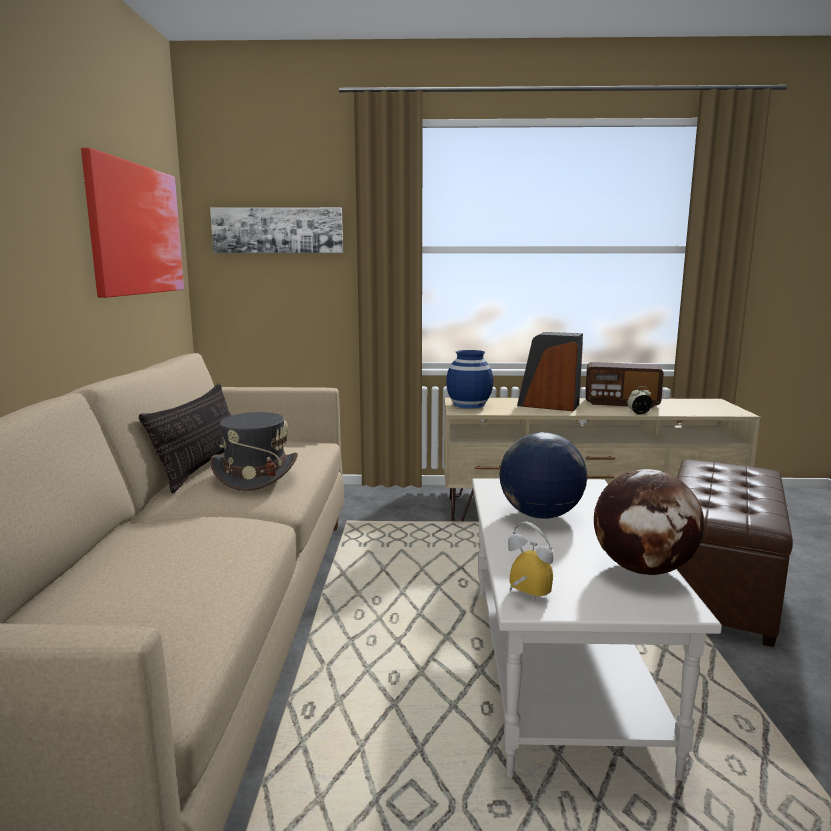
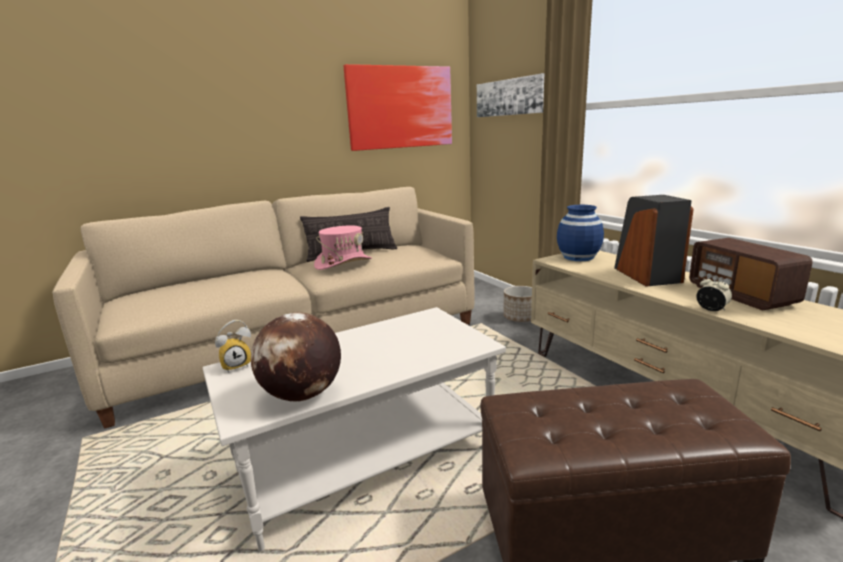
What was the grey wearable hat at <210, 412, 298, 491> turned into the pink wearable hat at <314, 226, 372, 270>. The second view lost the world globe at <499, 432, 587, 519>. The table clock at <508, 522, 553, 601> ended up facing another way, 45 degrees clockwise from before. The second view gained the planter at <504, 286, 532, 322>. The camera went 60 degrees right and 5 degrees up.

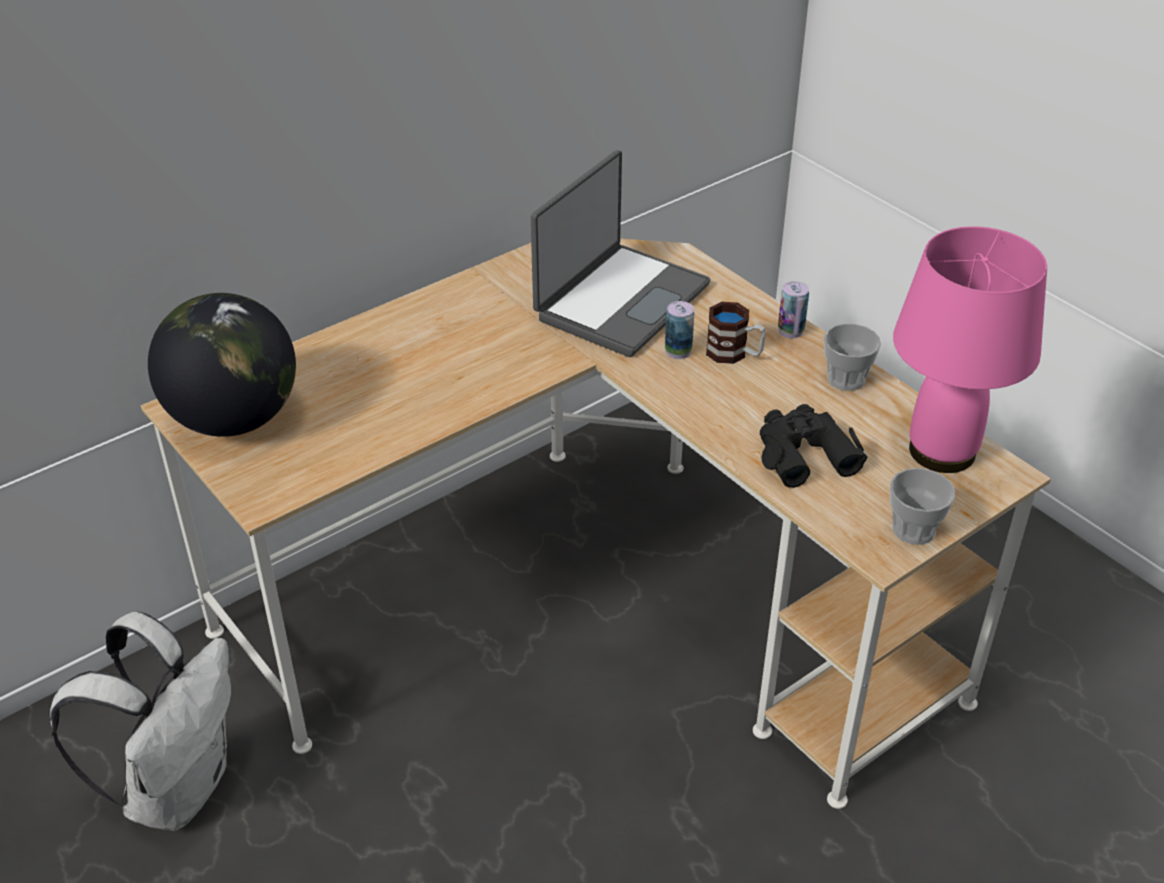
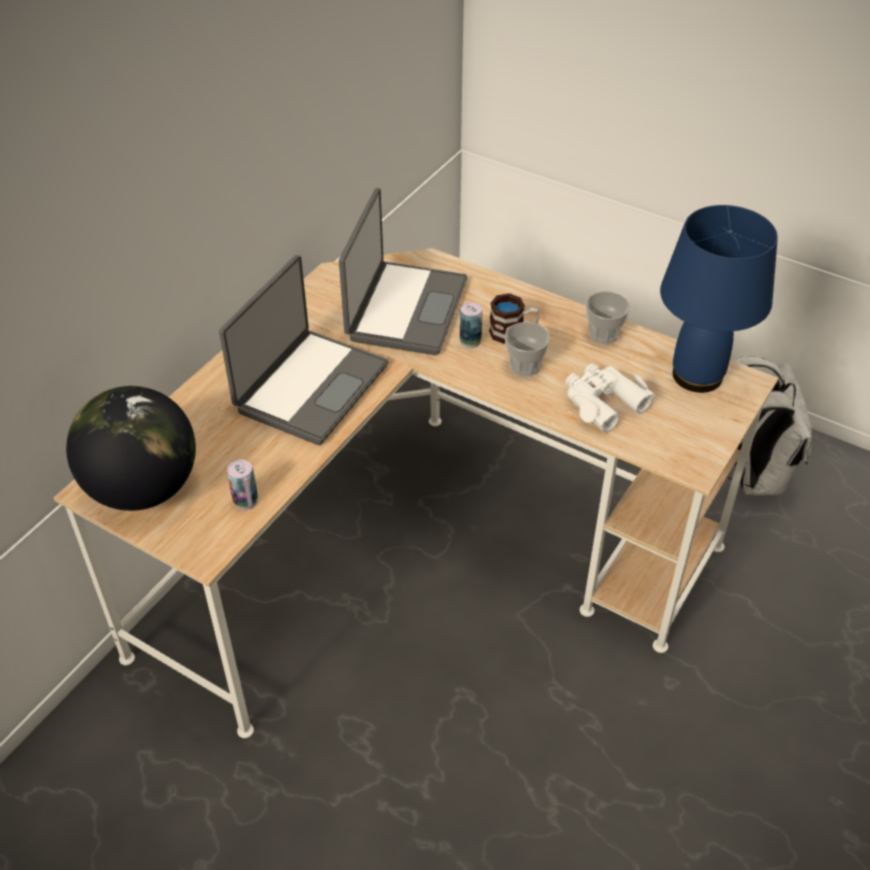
The white-coloured rucksack ended up elsewhere, having gone from <50, 611, 231, 831> to <727, 356, 812, 495>. What was the black-coloured binoculars at <760, 404, 868, 488> turned into the white-coloured binoculars at <565, 363, 655, 433>. The can ended up elsewhere, having gone from <778, 281, 809, 338> to <227, 460, 258, 510>. The drinking cup ended up elsewhere, having gone from <890, 468, 955, 545> to <504, 322, 550, 377>. What was the pink table lamp at <893, 226, 1047, 473> turned into the blue table lamp at <660, 205, 778, 393>. The second view gained the laptop at <219, 255, 388, 445>. The camera went 20 degrees left and 5 degrees up.

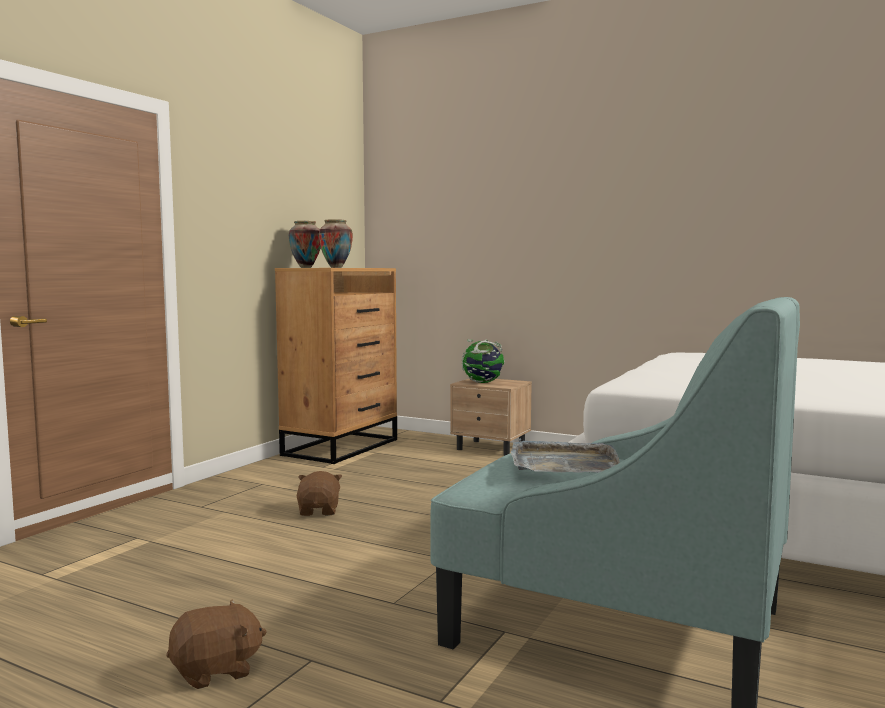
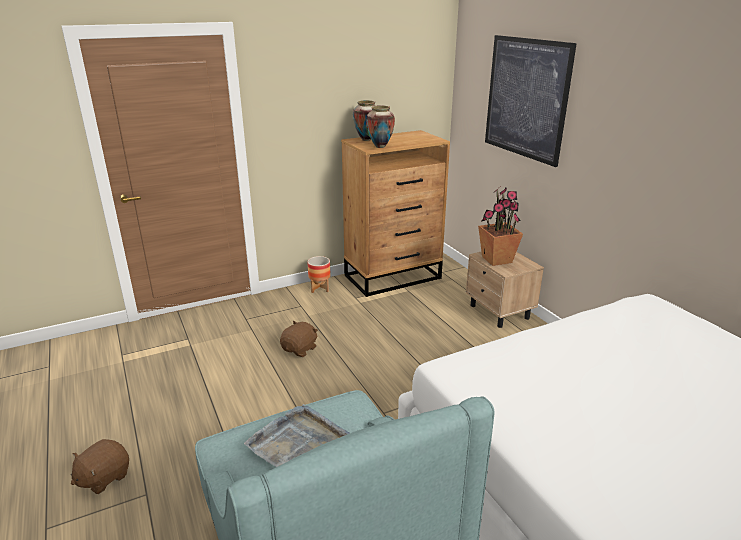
The brown-coloured cuddly toy at <166, 599, 267, 689> ended up facing another way, 120 degrees clockwise from before. Where the world globe stood at <462, 339, 505, 383>, the houseplant came to stand at <478, 185, 523, 266>. The second view gained the planter at <308, 256, 331, 293>. The second view gained the wall picture at <485, 35, 577, 167>. The camera went 35 degrees right and 20 degrees up.

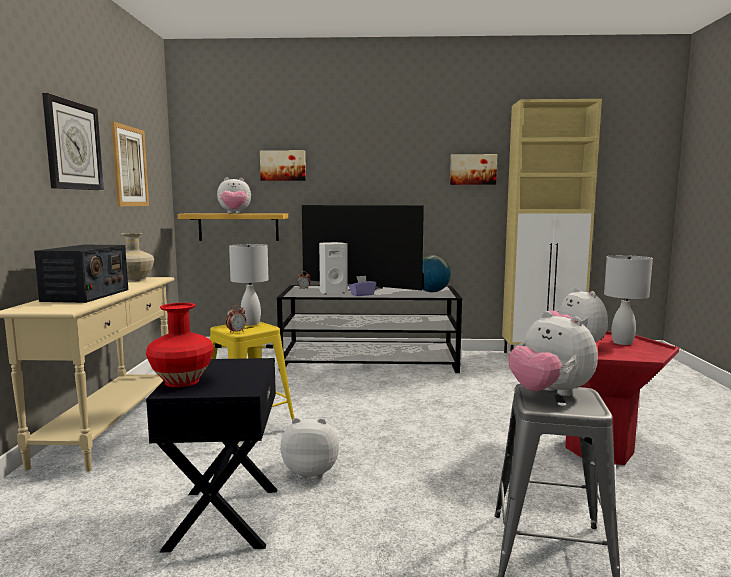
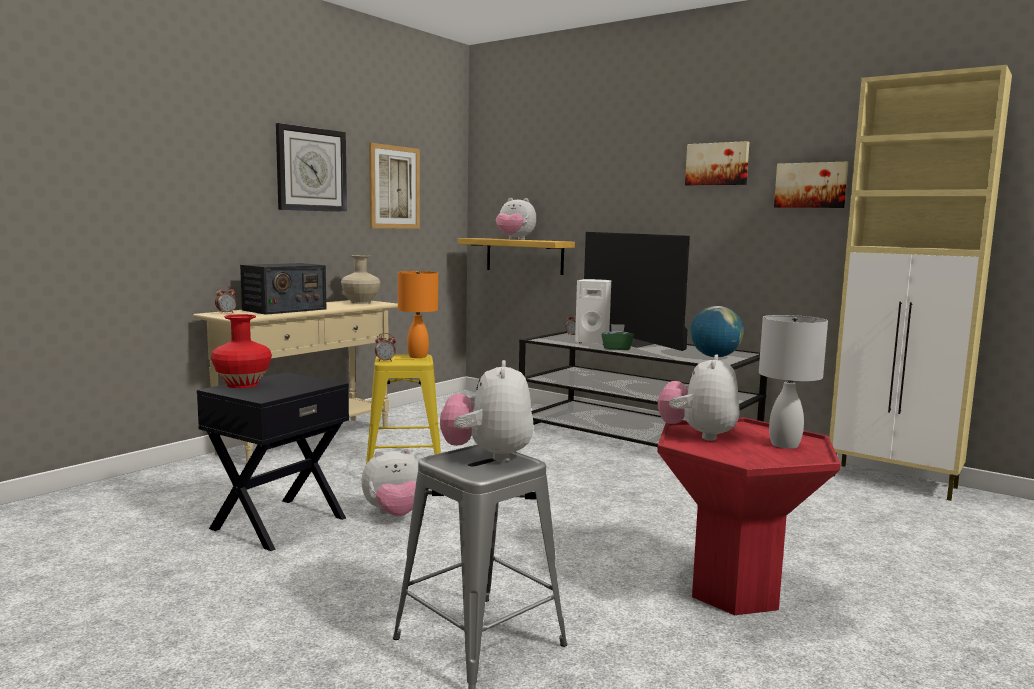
What was the white-coloured table lamp at <229, 244, 269, 325> turned into the orange table lamp at <398, 271, 438, 358>. The wall picture ended up elsewhere, having gone from <260, 150, 306, 181> to <685, 141, 749, 186>. The cuddly toy at <280, 417, 339, 479> ended up facing another way, 120 degrees clockwise from before. What was the purple-coloured box of tissues at <349, 276, 376, 296> turned into the green-coloured box of tissues at <602, 324, 634, 350>. The second view gained the table clock at <215, 286, 237, 314>. The camera went 35 degrees right and 0 degrees up.

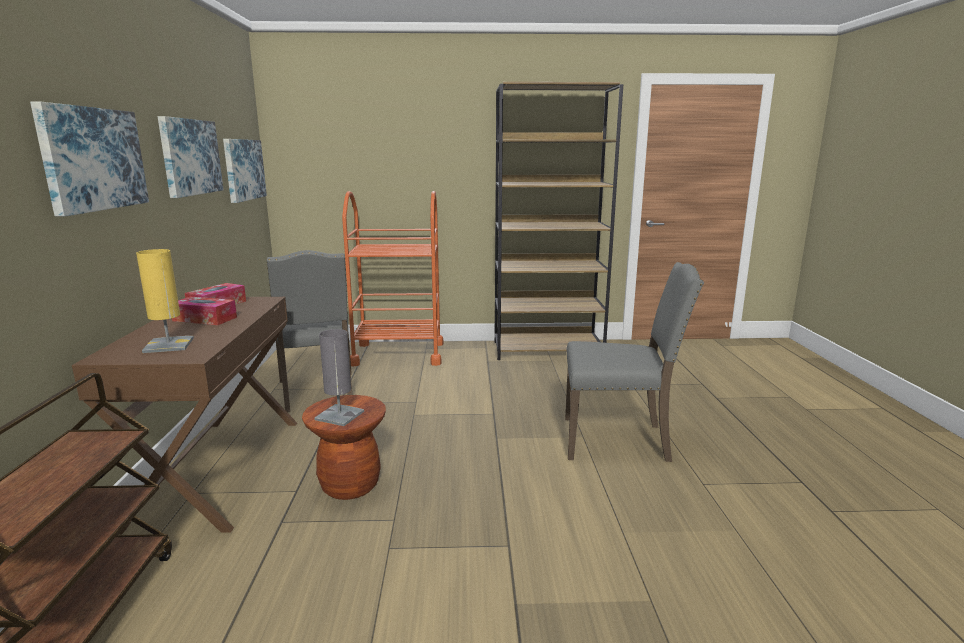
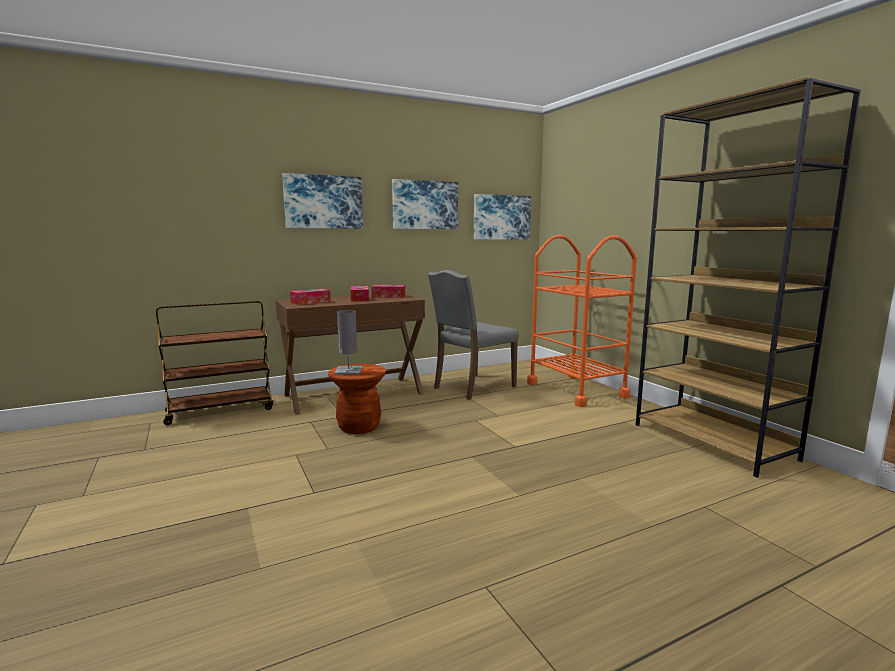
Where the yellowish table lamp stood at <136, 249, 194, 353>, the box of tissues came to stand at <290, 289, 331, 305>. The second view lost the grey chair at <565, 262, 704, 462>. The camera went 65 degrees right and 5 degrees down.

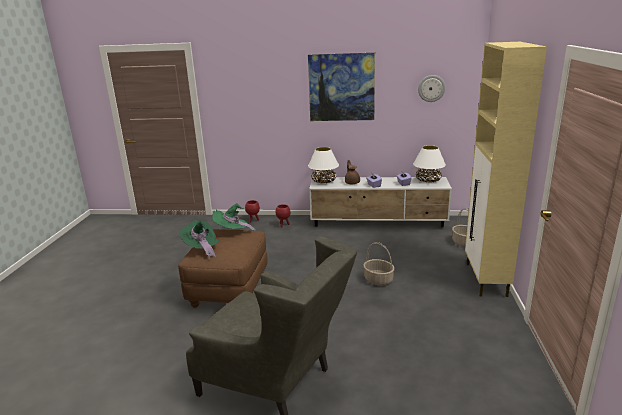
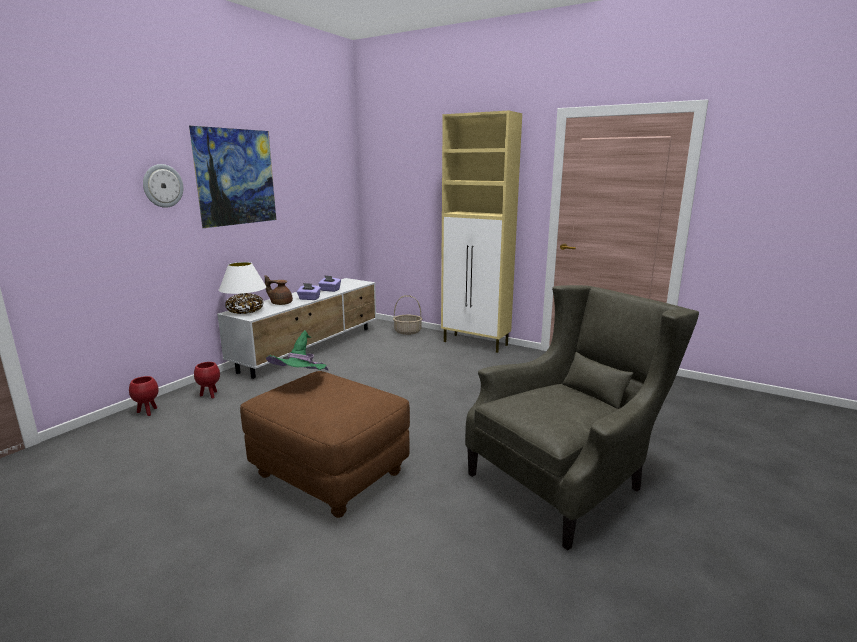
The second view lost the green-coloured wearable hat at <179, 220, 220, 259>. The second view lost the basket at <363, 242, 395, 286>. The second view lost the white-coloured table lamp at <413, 145, 446, 183>. The hanging clock ended up elsewhere, having gone from <418, 75, 445, 102> to <143, 164, 184, 208>. The camera went 65 degrees left and 5 degrees down.

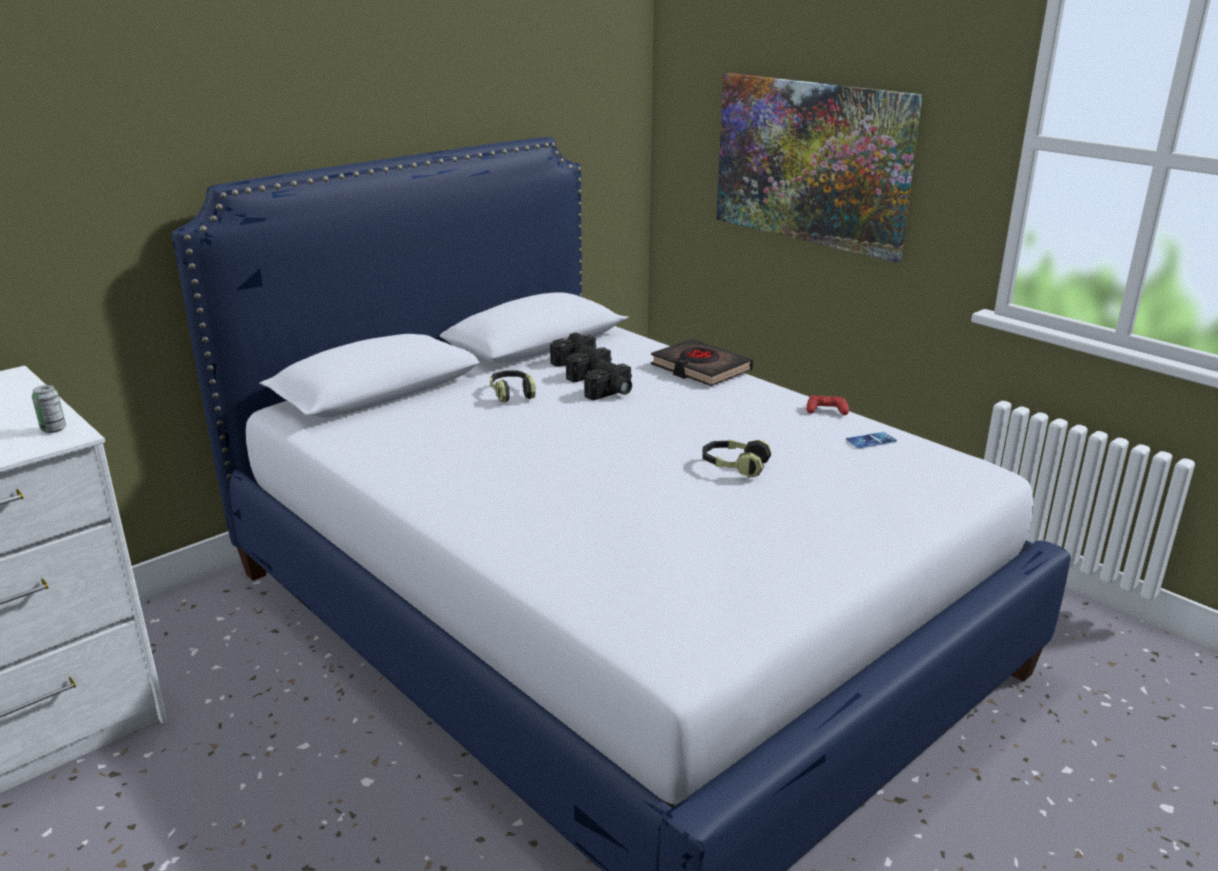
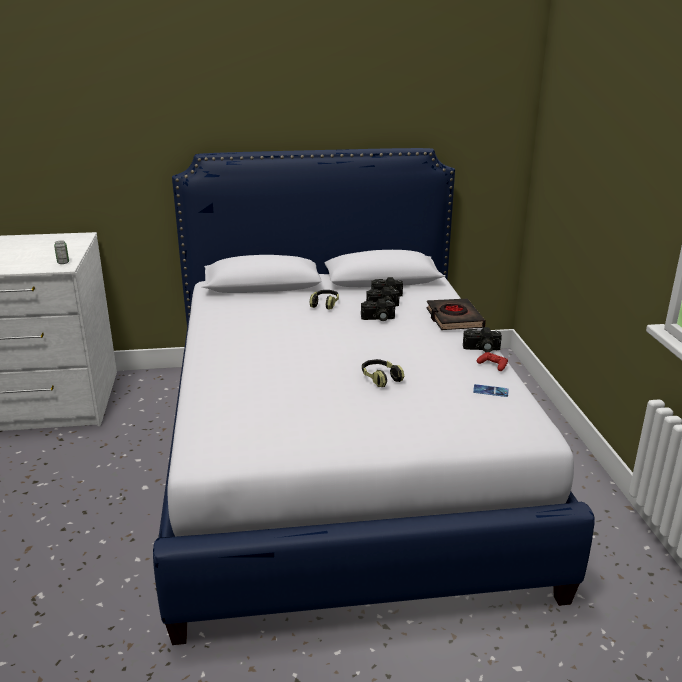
The second view lost the wall picture at <717, 73, 922, 262>. The second view gained the still camera at <463, 327, 502, 352>. The camera went 35 degrees right and 0 degrees up.

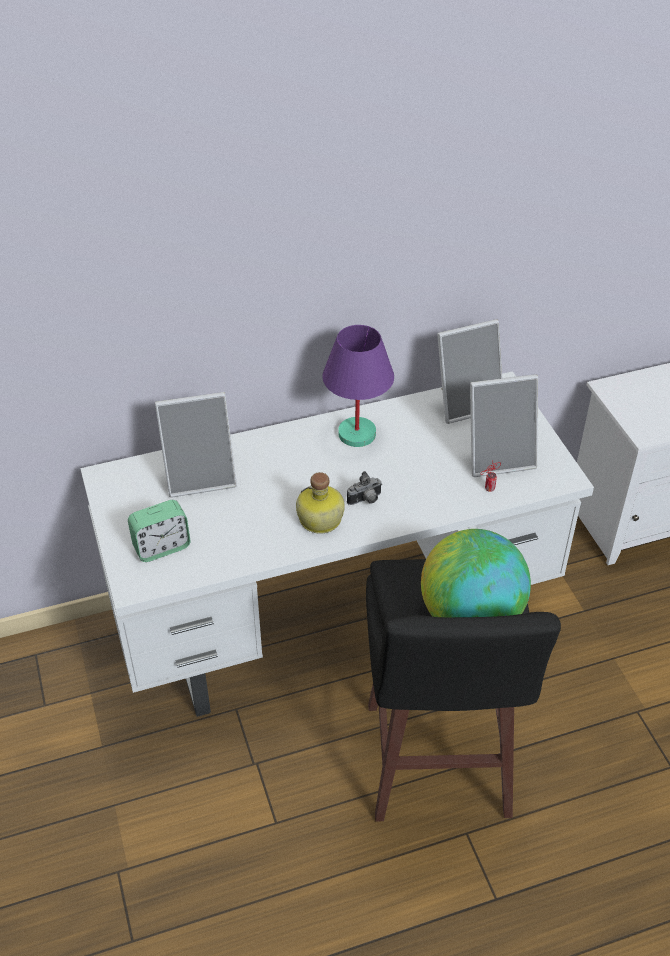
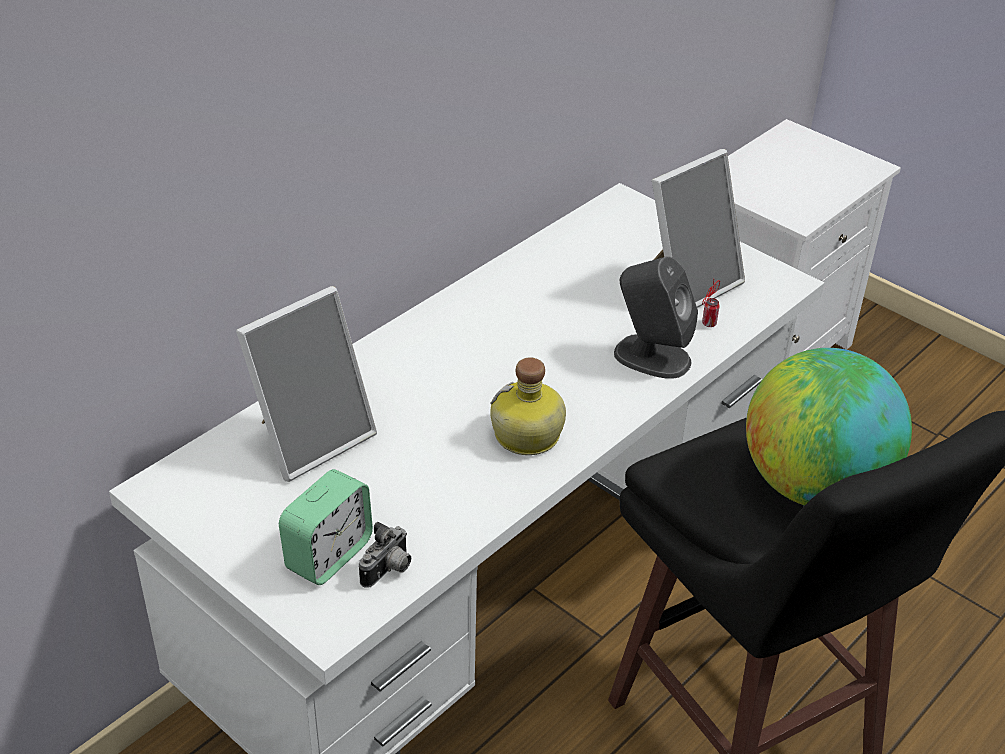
The second view lost the purple-coloured table lamp at <322, 325, 394, 447>. The still camera ended up elsewhere, having gone from <347, 471, 382, 505> to <359, 522, 411, 588>. The second view lost the photo frame at <437, 319, 502, 424>. The second view gained the grey speaker at <614, 256, 698, 379>. The camera went 30 degrees left and 5 degrees down.

